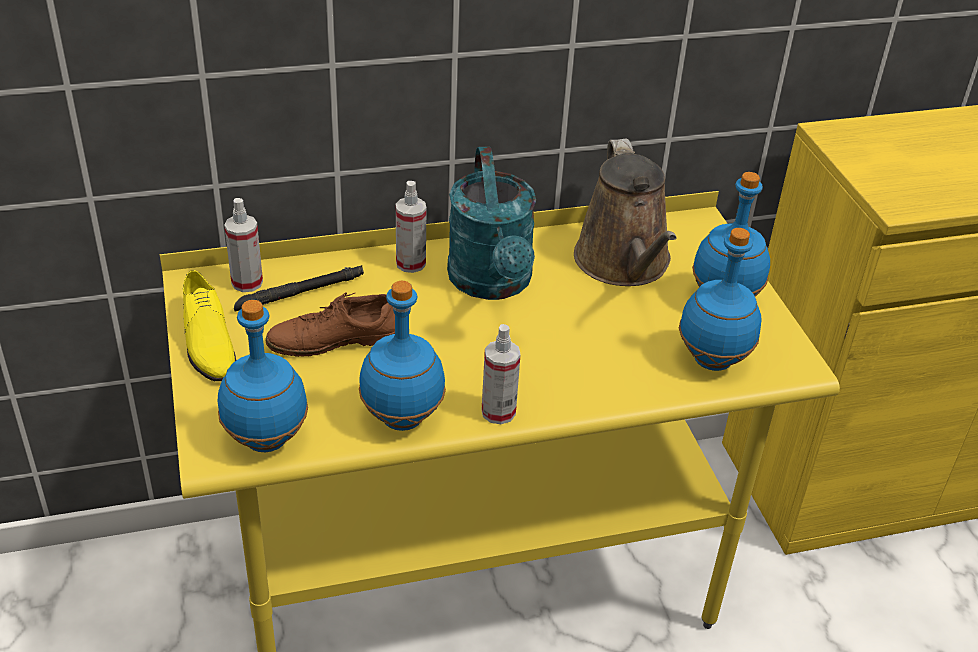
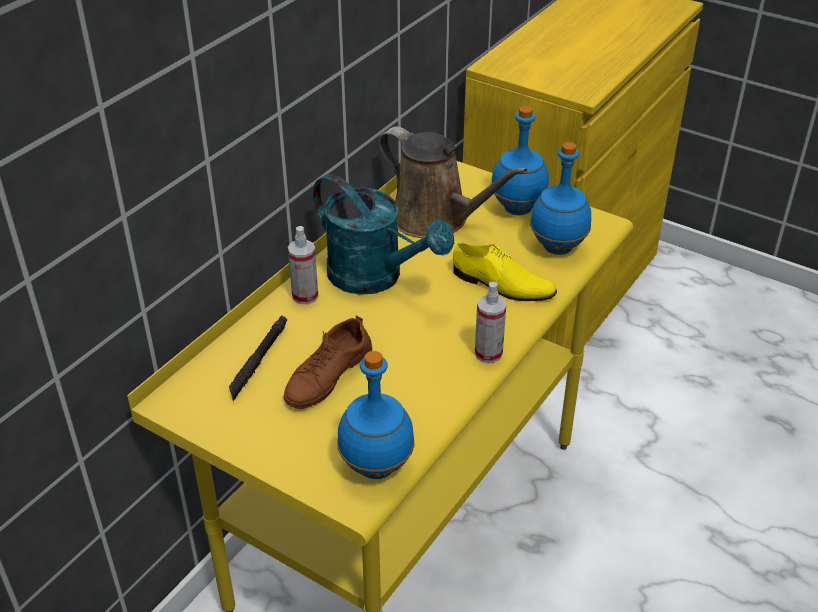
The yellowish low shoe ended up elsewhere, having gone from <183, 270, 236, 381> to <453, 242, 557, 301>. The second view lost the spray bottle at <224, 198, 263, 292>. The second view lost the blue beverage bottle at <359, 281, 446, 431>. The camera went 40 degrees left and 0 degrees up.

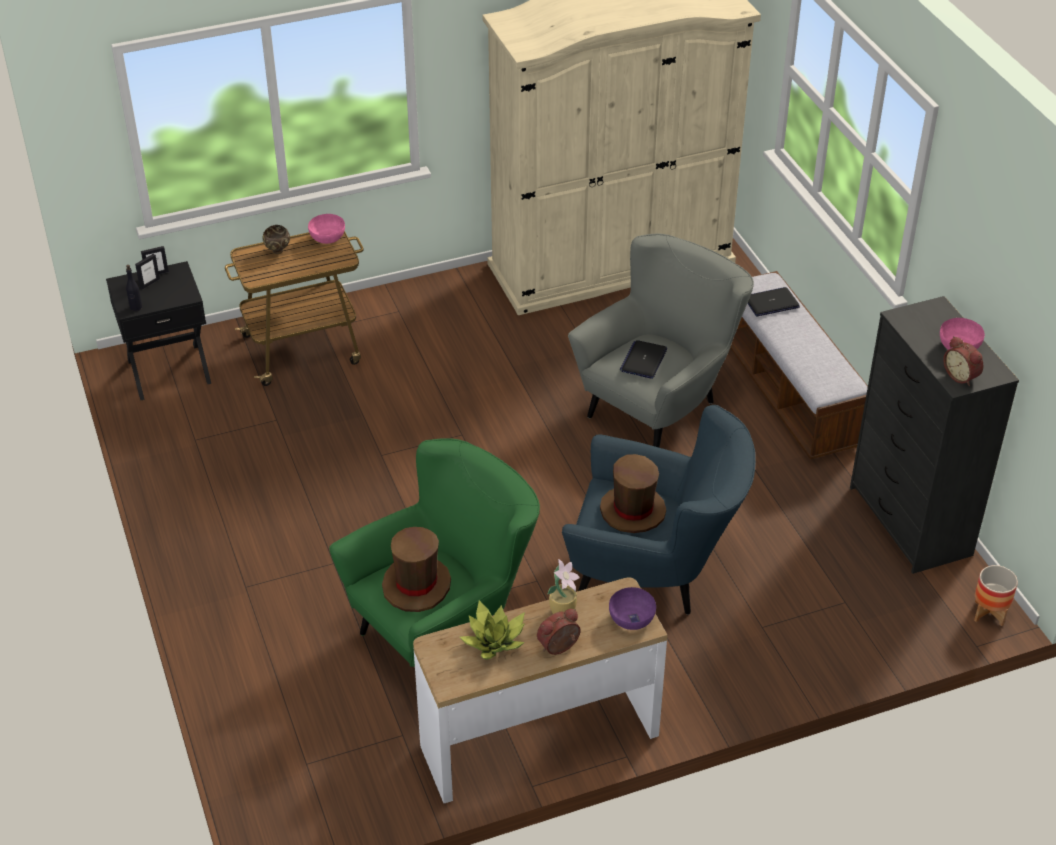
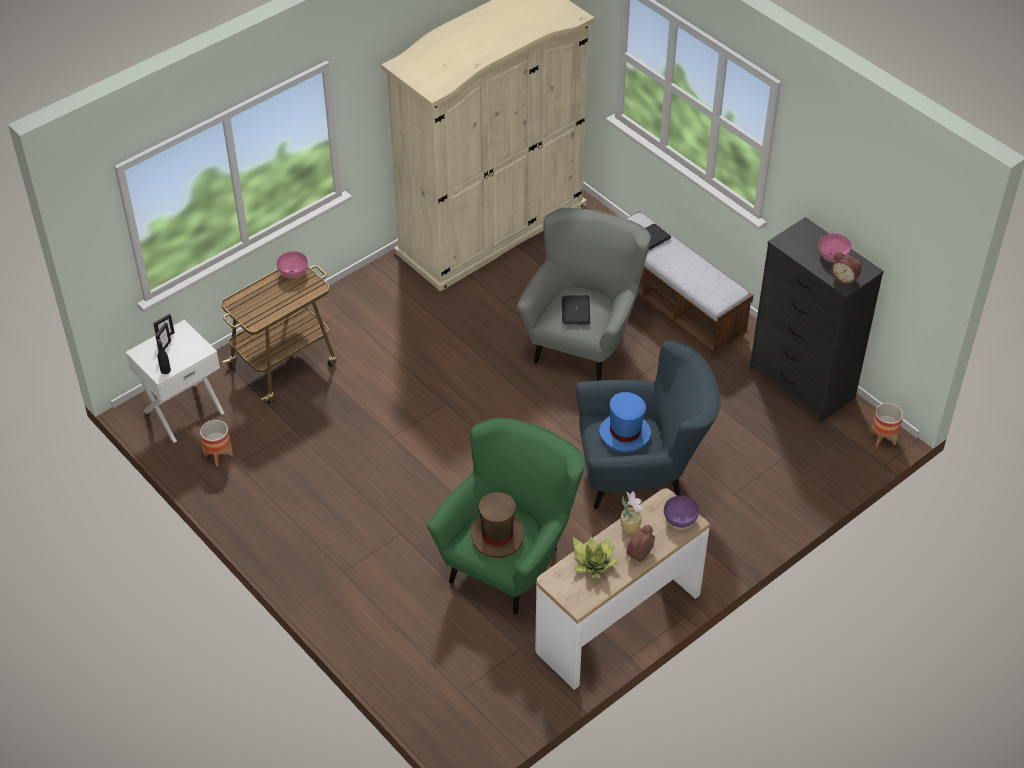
What was the black-coloured nightstand at <106, 261, 211, 400> turned into the white-coloured nightstand at <126, 320, 224, 443>. The second view lost the brown-coloured bowl at <262, 225, 290, 254>. What was the brown-coloured wearable hat at <600, 454, 666, 533> turned into the blue wearable hat at <599, 392, 651, 452>. The second view gained the planter at <200, 420, 233, 466>. The camera went 20 degrees left and 5 degrees up.

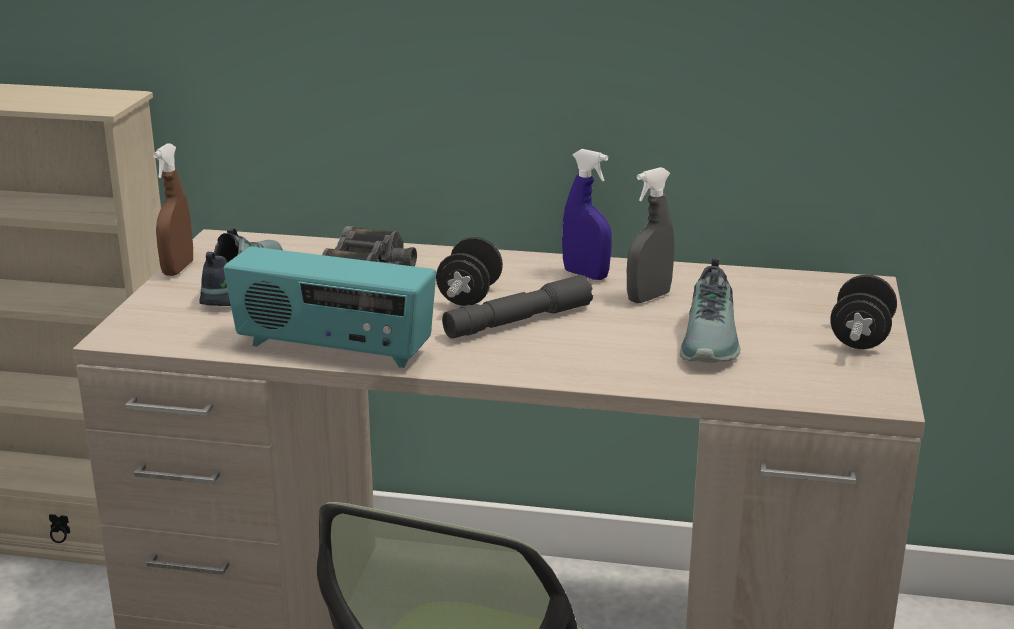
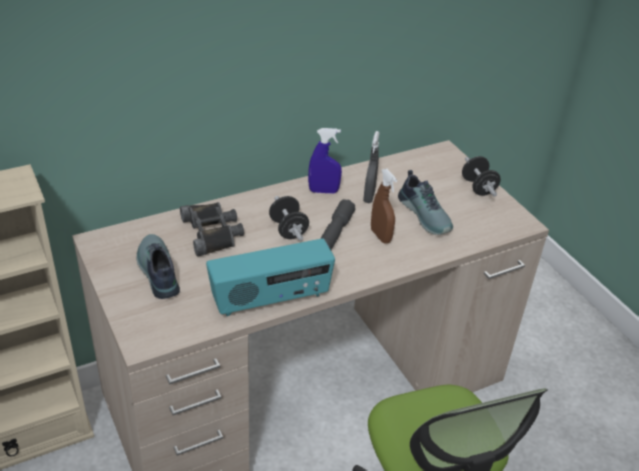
The brown-coloured spray bottle ended up elsewhere, having gone from <153, 143, 193, 276> to <371, 169, 397, 244>. The camera went 40 degrees left and 15 degrees up.

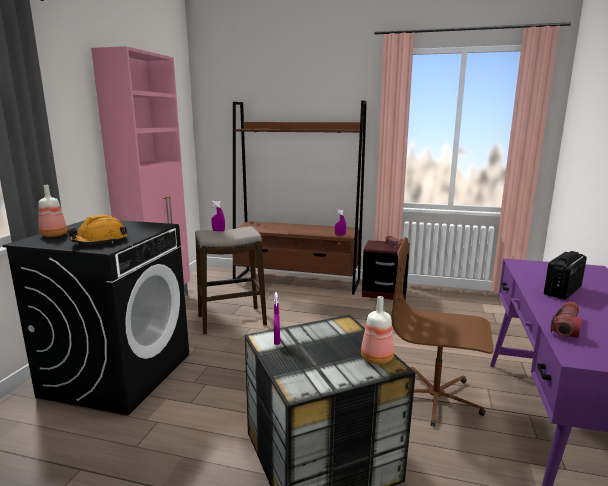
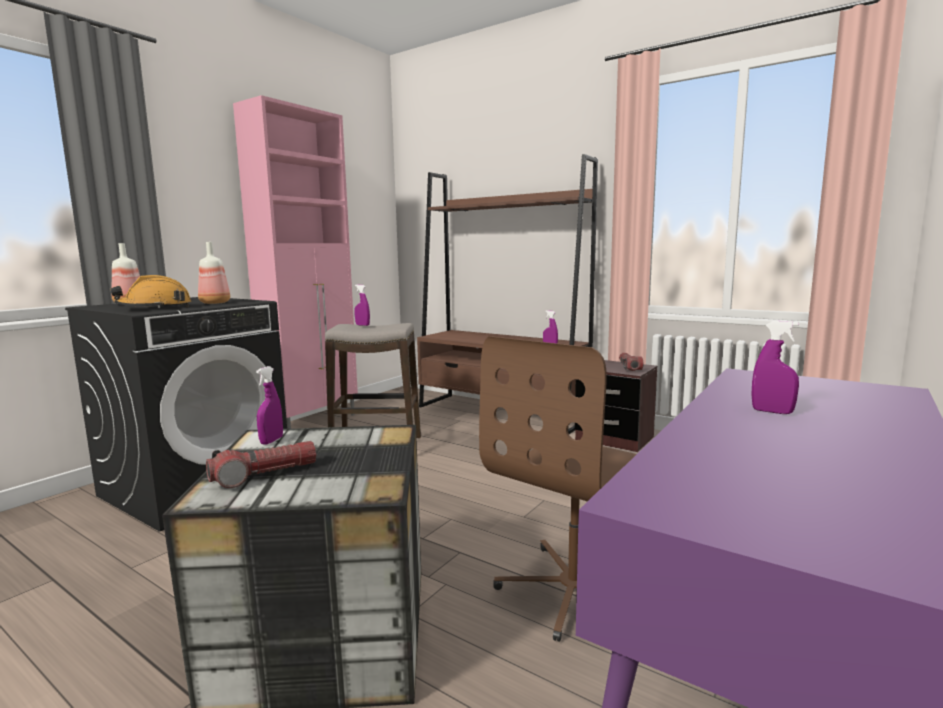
The beverage bottle ended up elsewhere, having gone from <361, 296, 394, 364> to <198, 242, 230, 304>. The brown-coloured desk chair at <391, 237, 494, 427> ended up facing another way, 90 degrees counterclockwise from before. Where the radio stood at <544, 251, 587, 300>, the purple-coloured spray bottle came to stand at <752, 321, 799, 414>. The flashlight ended up elsewhere, having gone from <550, 302, 582, 338> to <206, 441, 316, 488>. The camera went 20 degrees right and 5 degrees down.

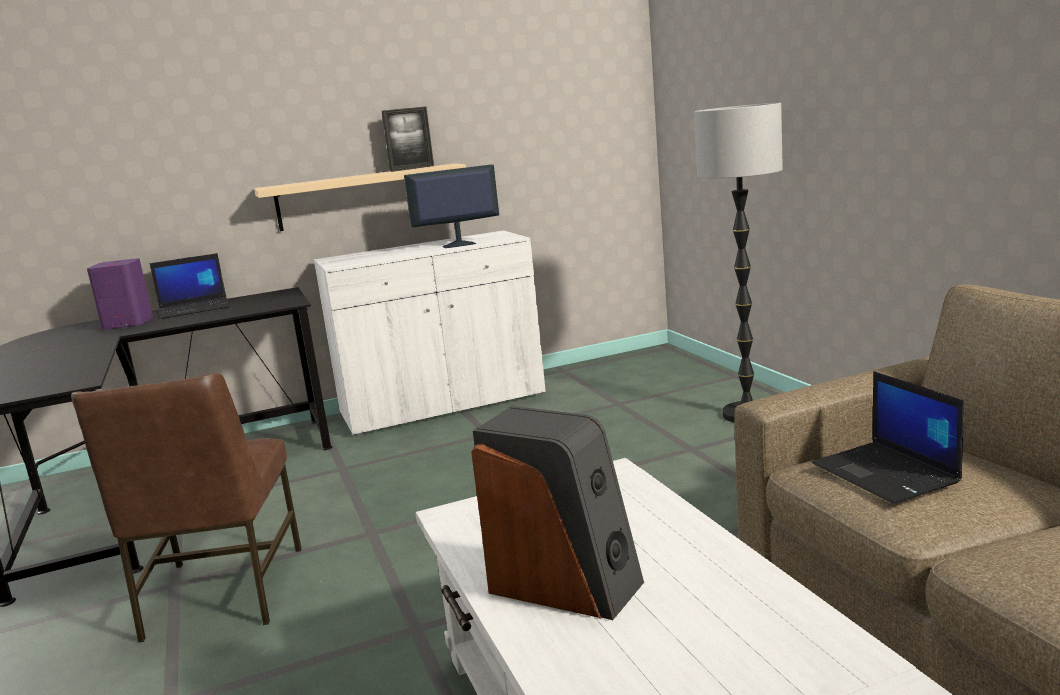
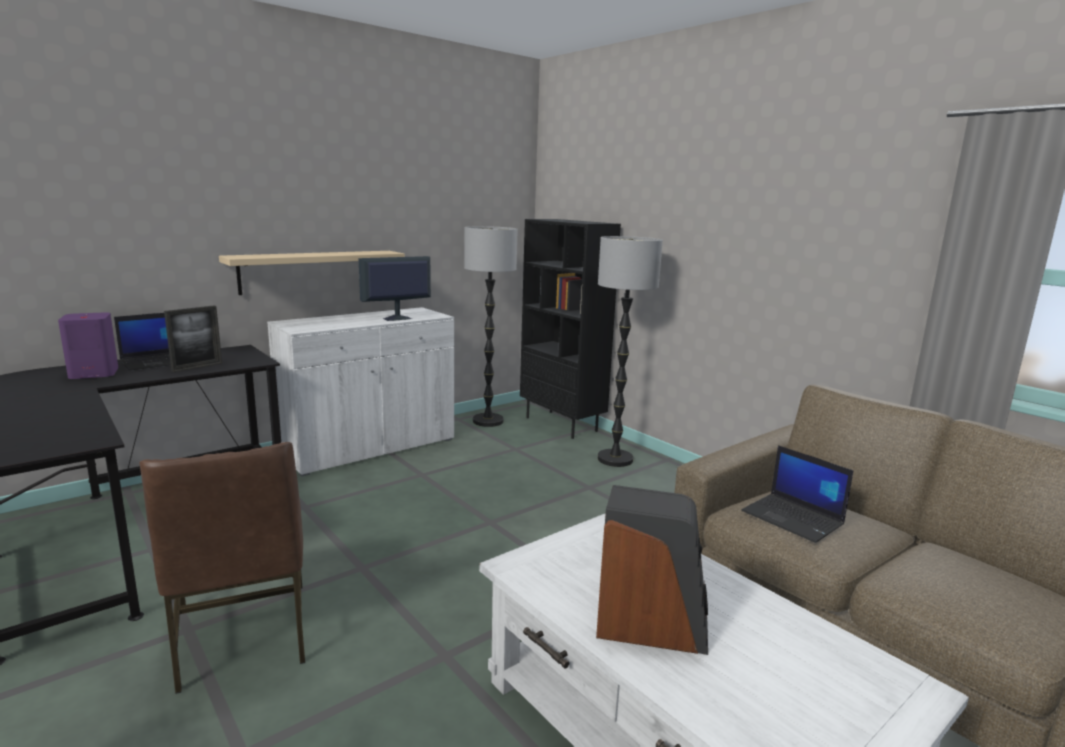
The photo frame ended up elsewhere, having gone from <382, 106, 434, 172> to <164, 305, 222, 372>. The second view gained the standard lamp at <464, 226, 518, 427>. The second view gained the black-coloured shelving unit at <520, 219, 621, 439>. The camera went 20 degrees left and 0 degrees up.

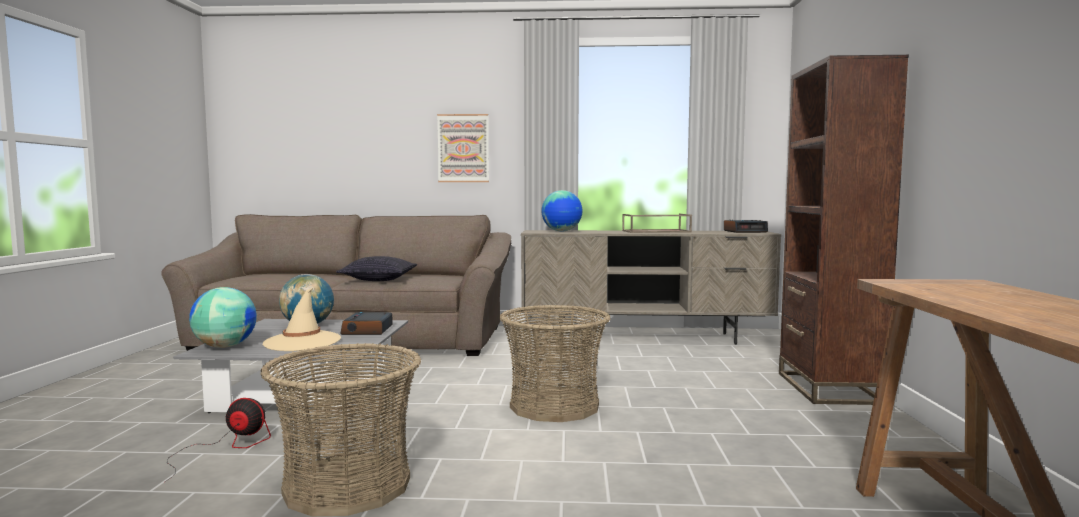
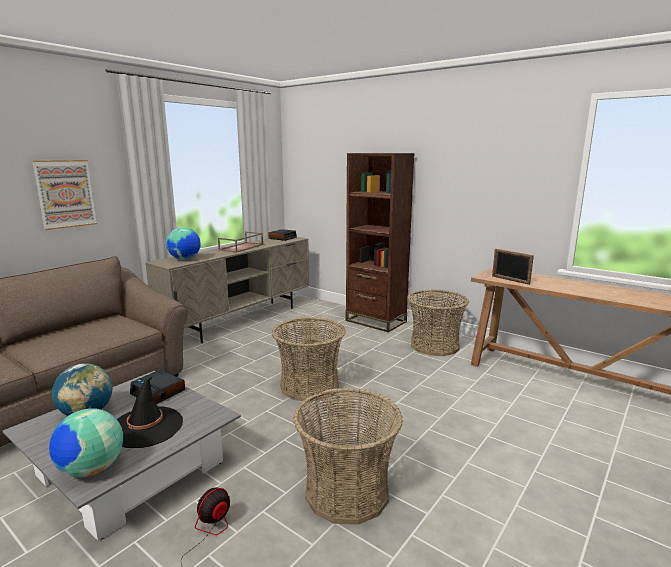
What was the beige wearable hat at <262, 288, 341, 351> turned into the black-coloured wearable hat at <117, 376, 183, 448>. The second view lost the throw pillow at <336, 256, 418, 281>. The second view gained the basket at <407, 289, 469, 356>. The second view gained the photo frame at <492, 249, 534, 285>. The camera went 55 degrees left and 10 degrees up.

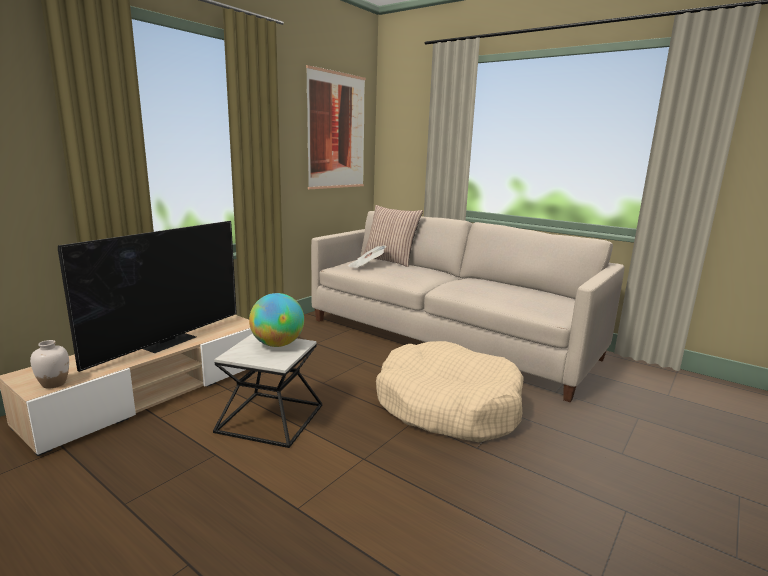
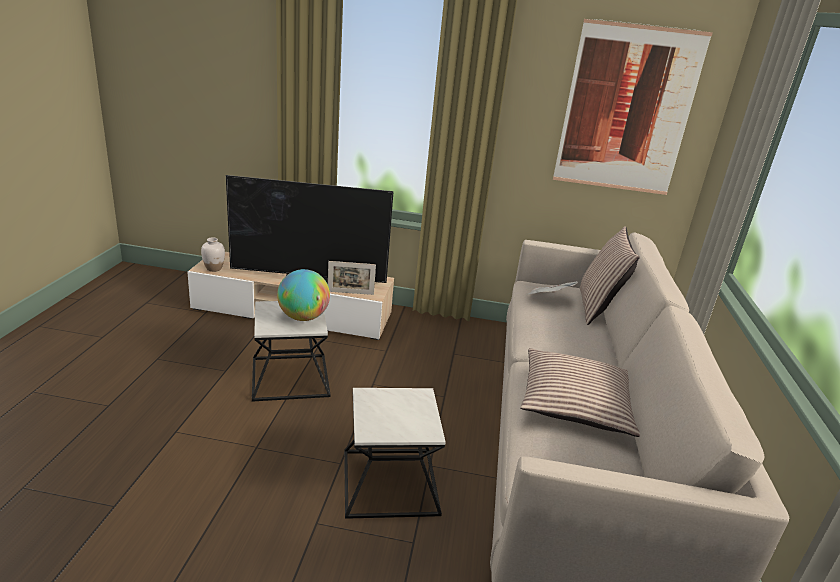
Where the beige pet bed stood at <376, 341, 524, 442>, the accent table came to stand at <344, 388, 445, 519>. The second view gained the photo frame at <328, 261, 376, 295>. The second view gained the throw pillow at <520, 348, 640, 437>. The camera went 60 degrees right and 10 degrees up.

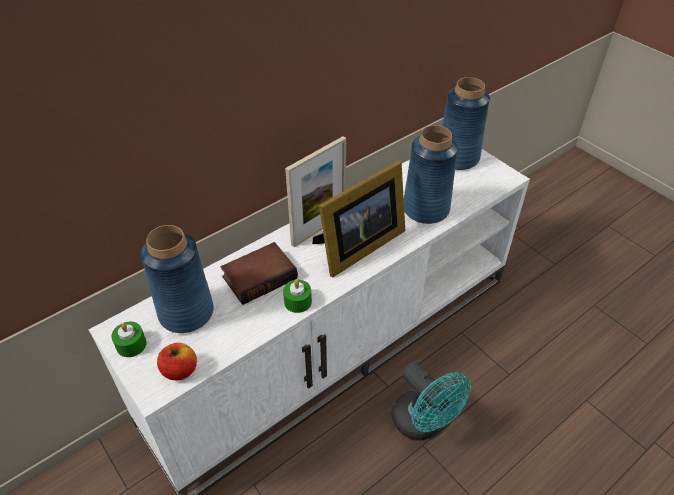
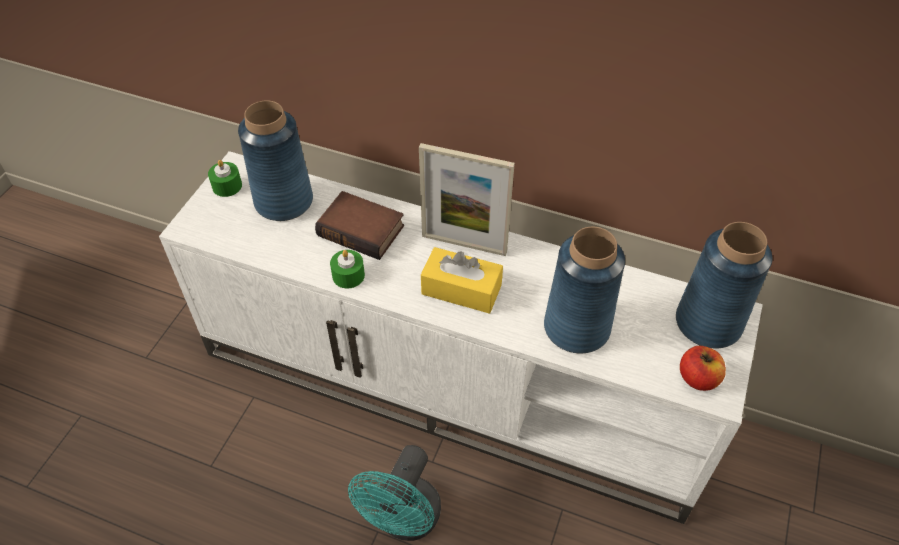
The apple ended up elsewhere, having gone from <157, 343, 197, 380> to <680, 346, 726, 391>. Where the photo frame stood at <312, 160, 405, 278>, the yellowish box of tissues came to stand at <421, 247, 503, 314>. The camera went 60 degrees right and 5 degrees up.

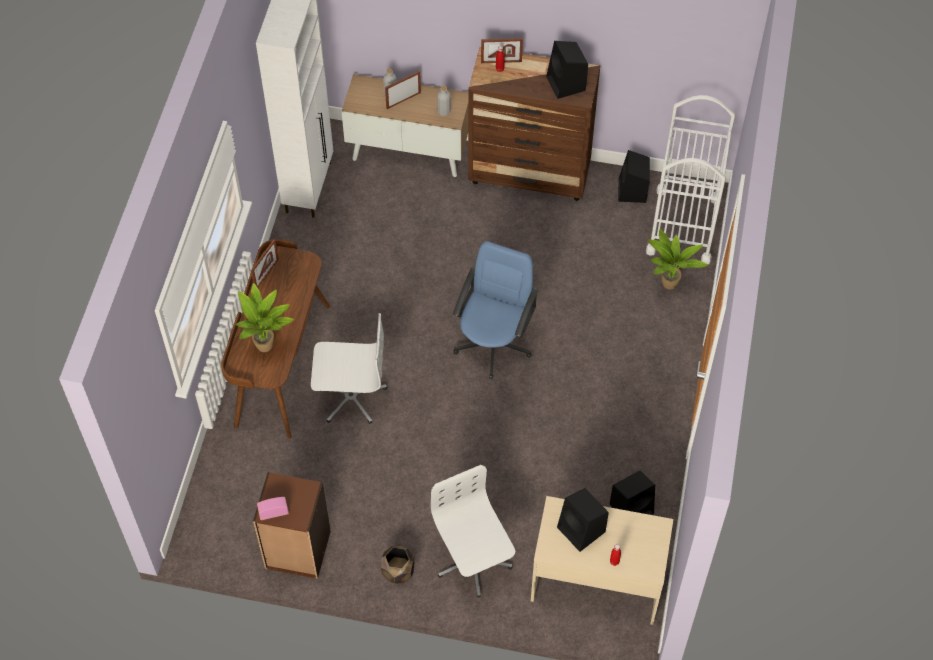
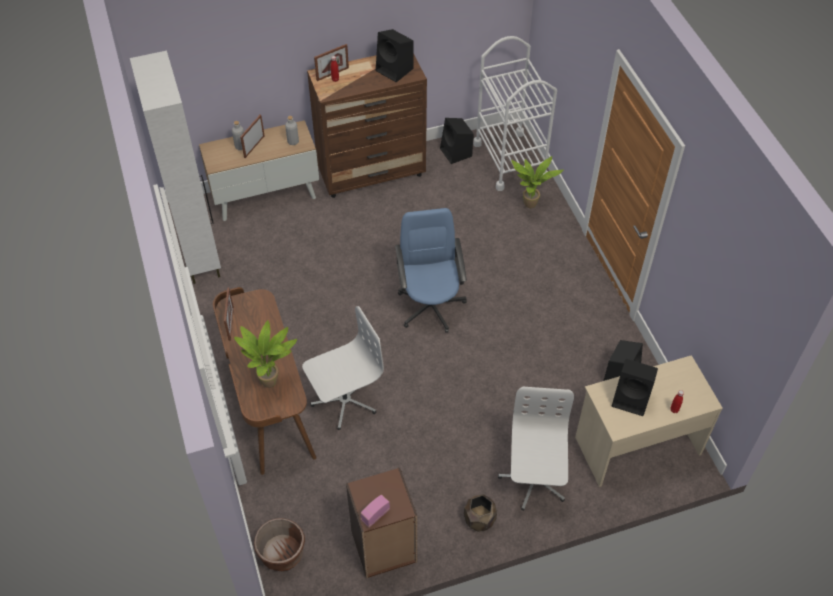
The white-coloured desk chair at <431, 465, 515, 597> ended up facing another way, 60 degrees clockwise from before. The second view gained the brown-coloured planter at <254, 518, 305, 571>. The camera went 30 degrees left and 5 degrees down.

